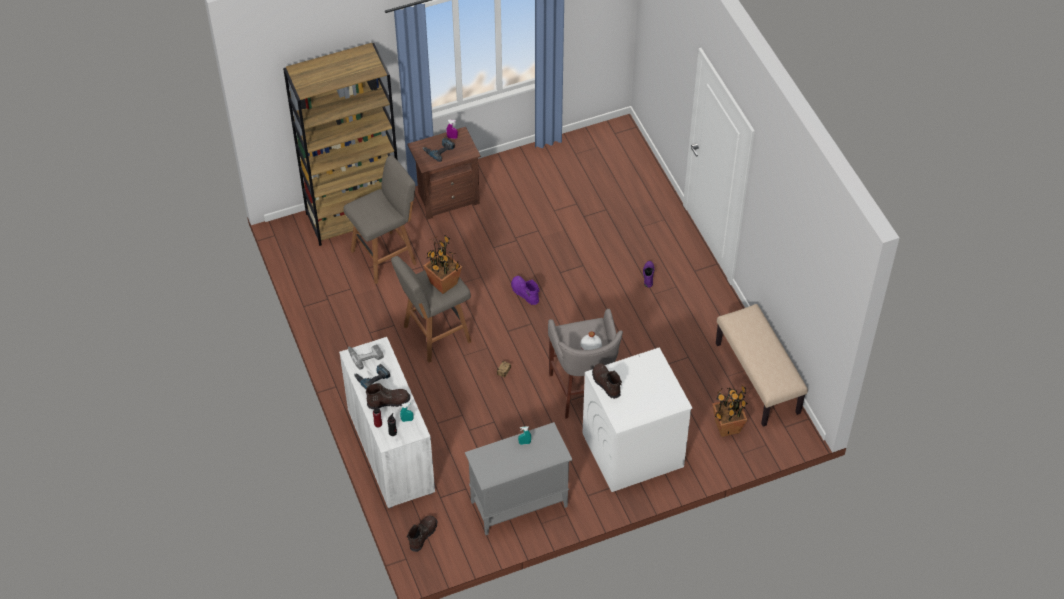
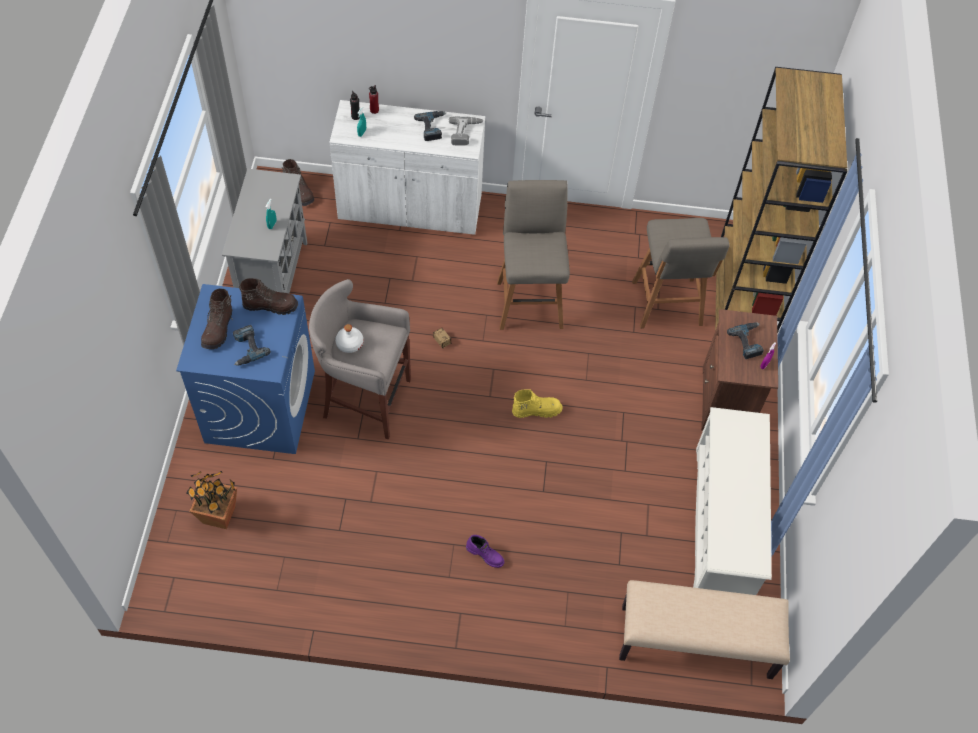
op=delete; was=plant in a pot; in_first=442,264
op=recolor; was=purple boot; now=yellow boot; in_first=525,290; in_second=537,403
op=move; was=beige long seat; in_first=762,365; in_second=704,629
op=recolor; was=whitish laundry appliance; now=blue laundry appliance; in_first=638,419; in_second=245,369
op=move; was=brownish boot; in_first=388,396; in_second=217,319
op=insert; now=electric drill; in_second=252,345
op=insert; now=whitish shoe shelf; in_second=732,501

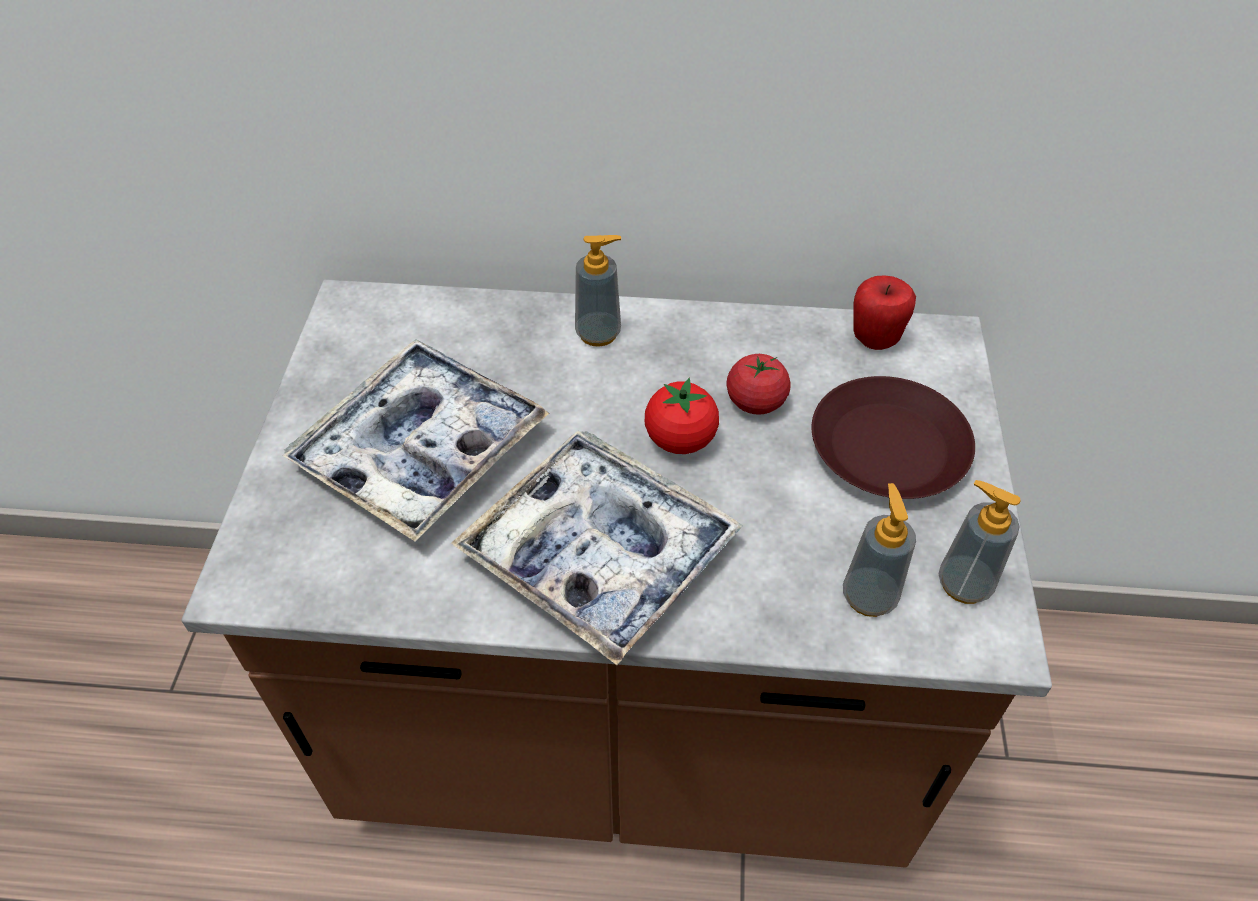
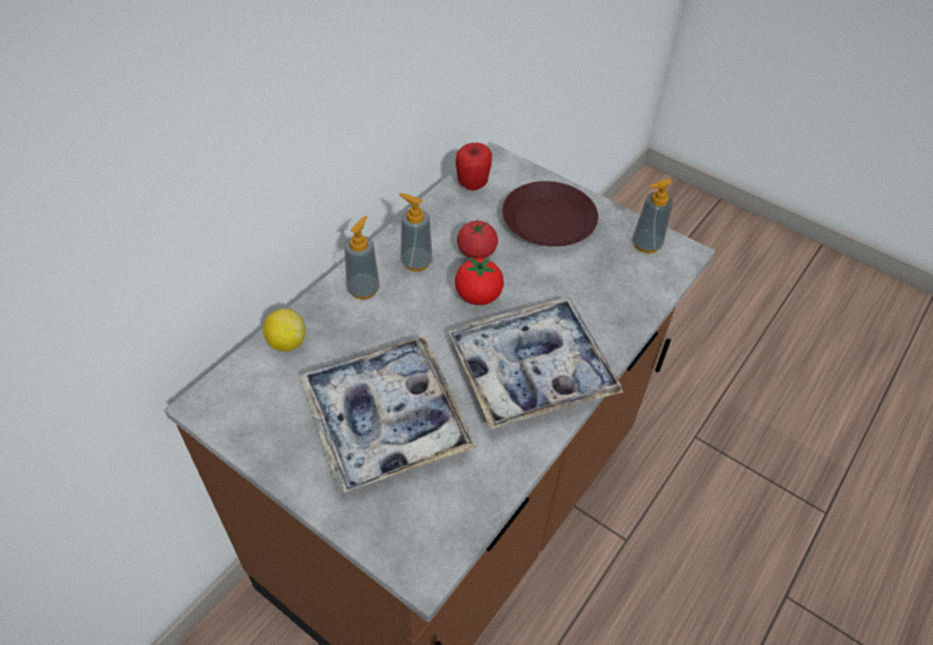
op=move; was=soap dispenser; in_first=879,550; in_second=416,232
op=insert; now=citrus fruit; in_second=284,330

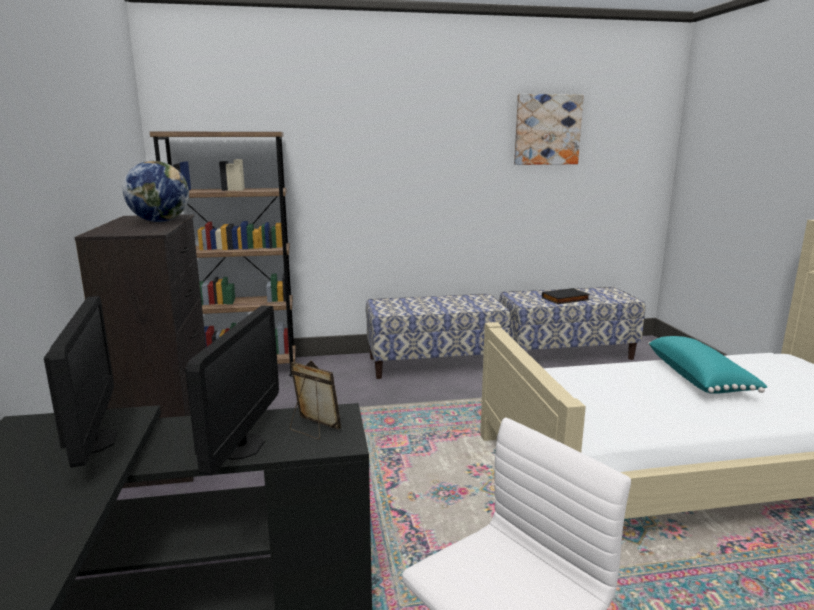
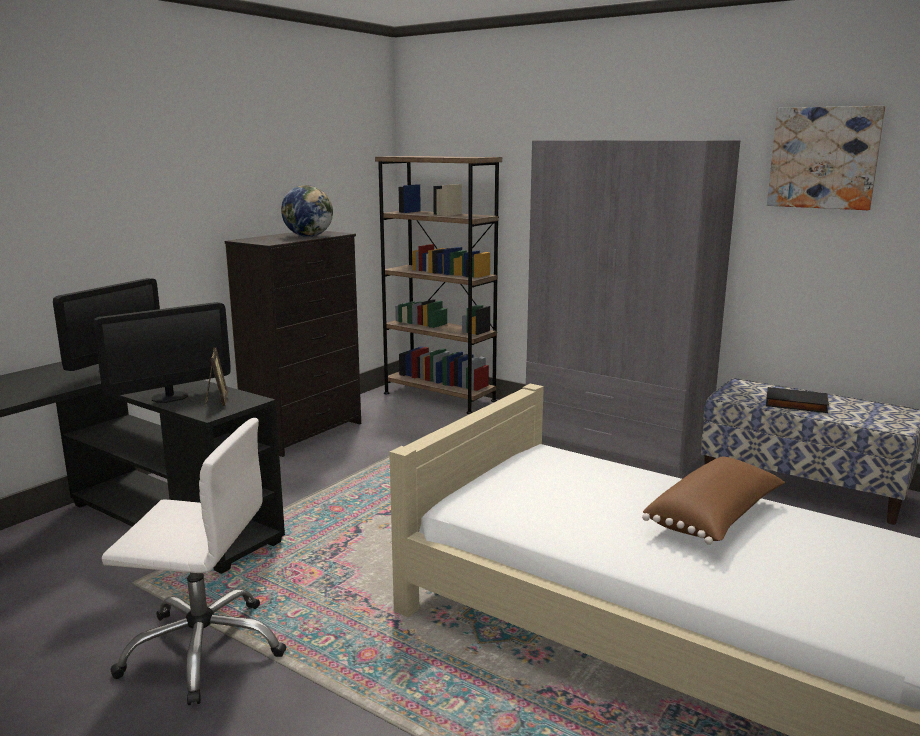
op=replace; was=long seat; now=gray wardrobe; in_first=438,336; in_second=633,309
op=recolor; was=blue-green throw pillow; now=brownish throw pillow; in_first=708,365; in_second=713,501

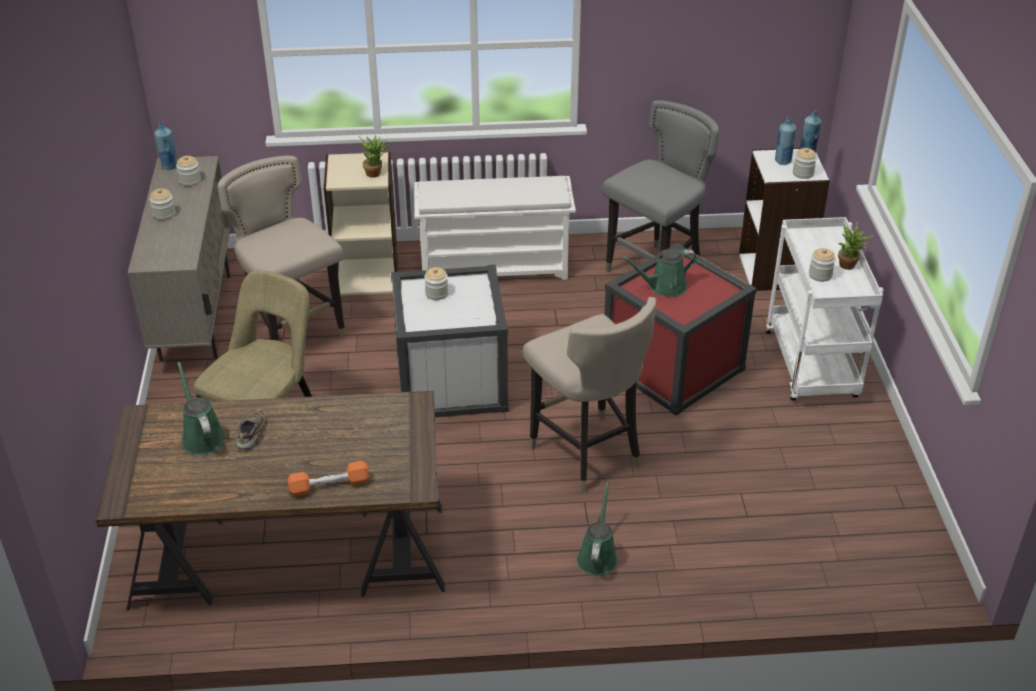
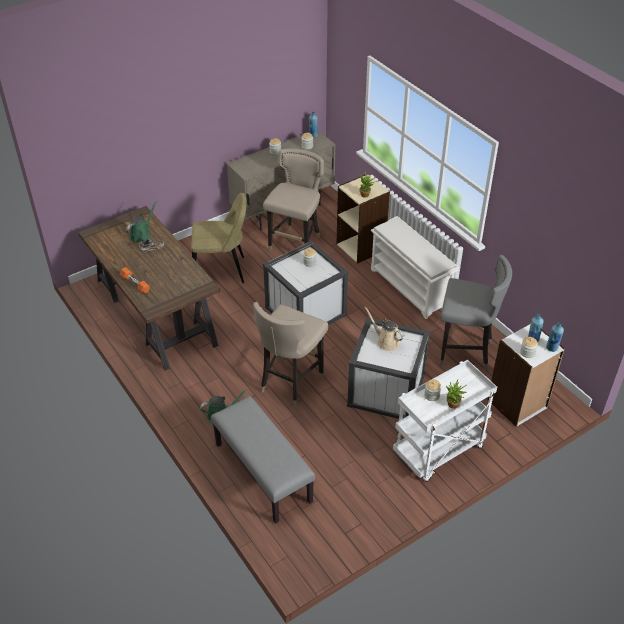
op=recolor; was=reddish storage bin; now=whitish storage bin; in_first=680,329; in_second=388,368
op=recolor; was=green watering pot; now=beige watering pot; in_first=659,273; in_second=384,329
op=insert; now=gray long seat; in_second=263,460

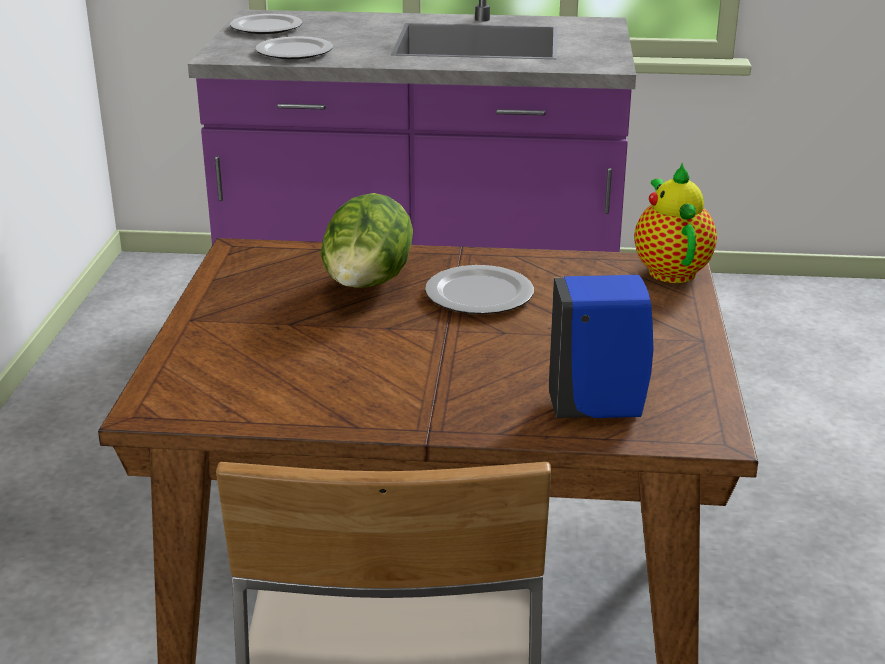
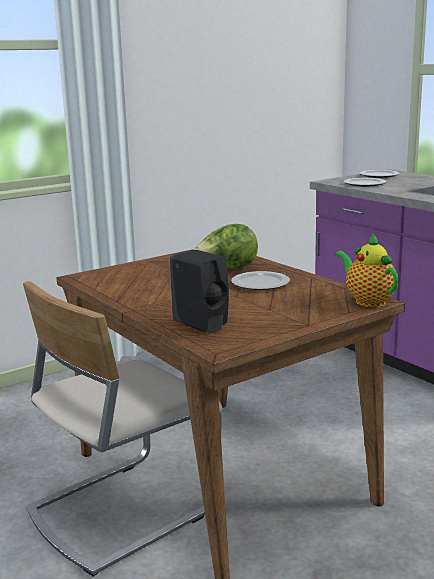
op=rotate; was=tea pot; in_first=675,223; in_second=367,270; clockwise=-75
op=recolor; was=blue soap dispenser; now=black-coloured soap dispenser; in_first=601,346; in_second=199,291

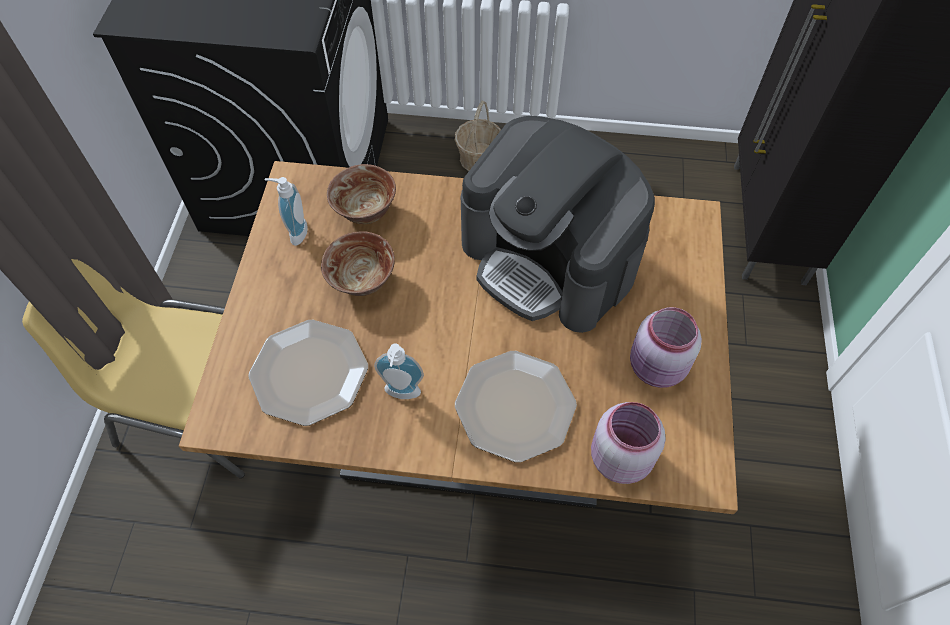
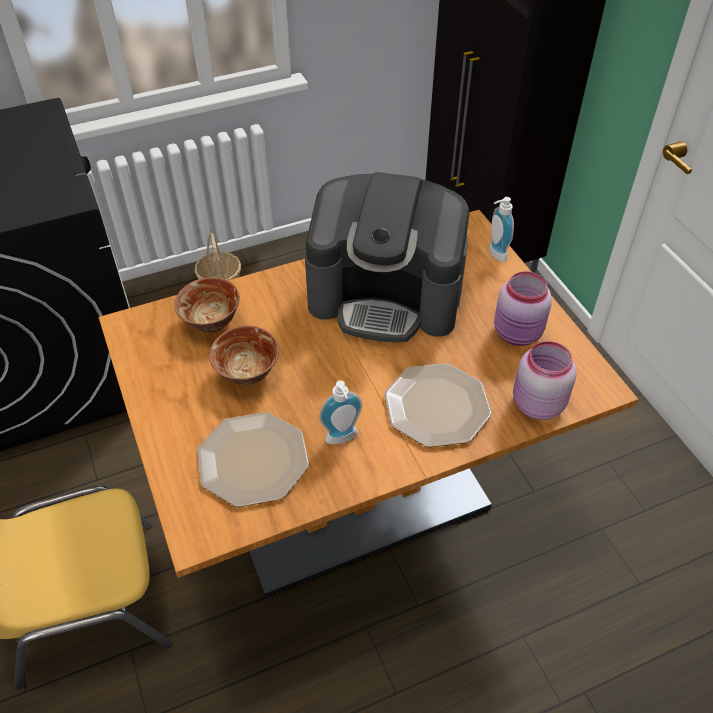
op=move; was=soap dispenser; in_first=286,211; in_second=501,229

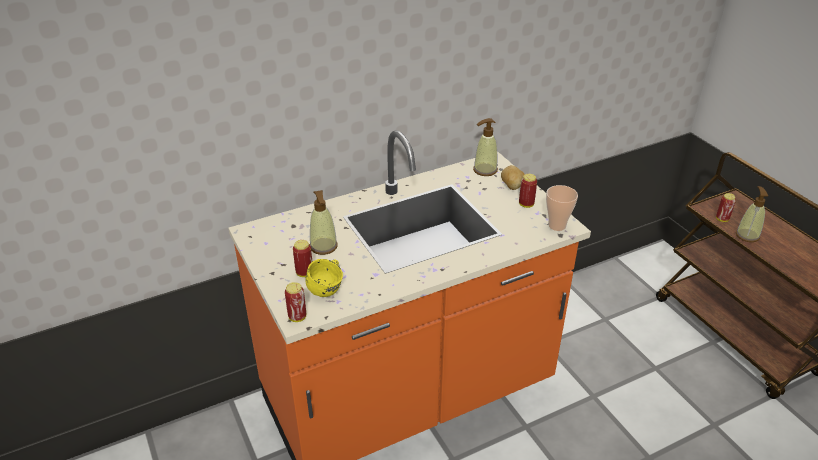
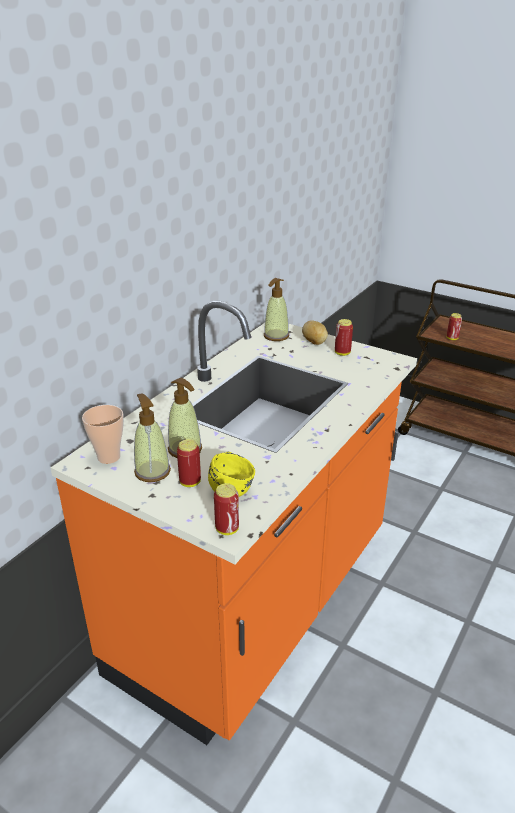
op=move; was=small cup; in_first=562,208; in_second=103,434
op=move; was=soap dispenser; in_first=752,214; in_second=152,438

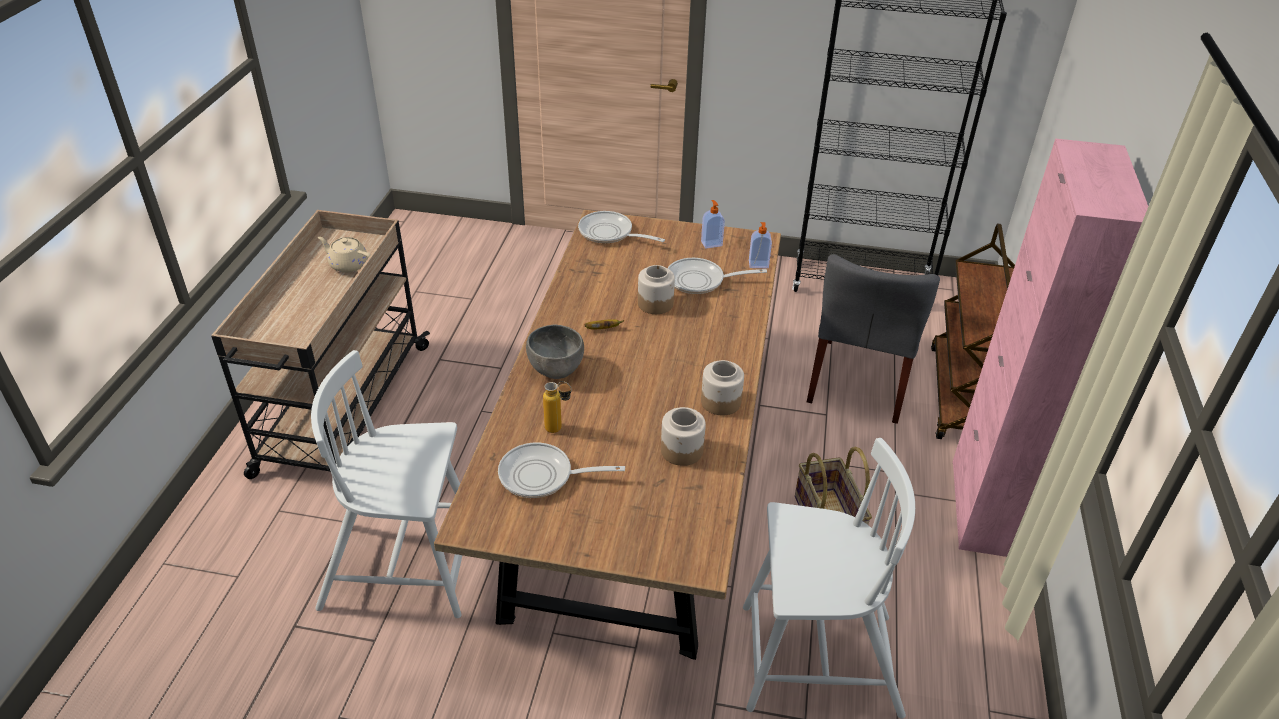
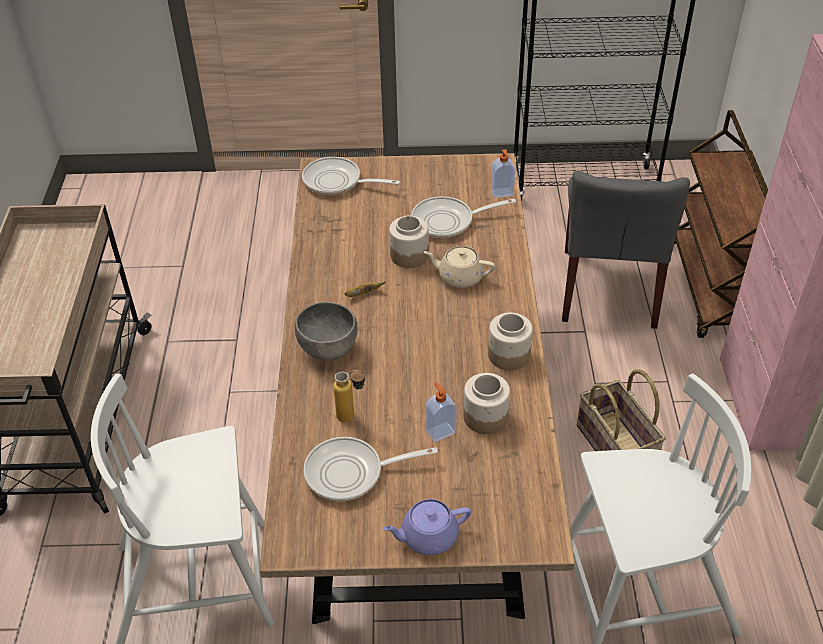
op=move; was=soap dispenser; in_first=713,224; in_second=441,412
op=move; was=beige tea pot; in_first=344,255; in_second=459,267
op=insert; now=purple tea pot; in_second=426,527

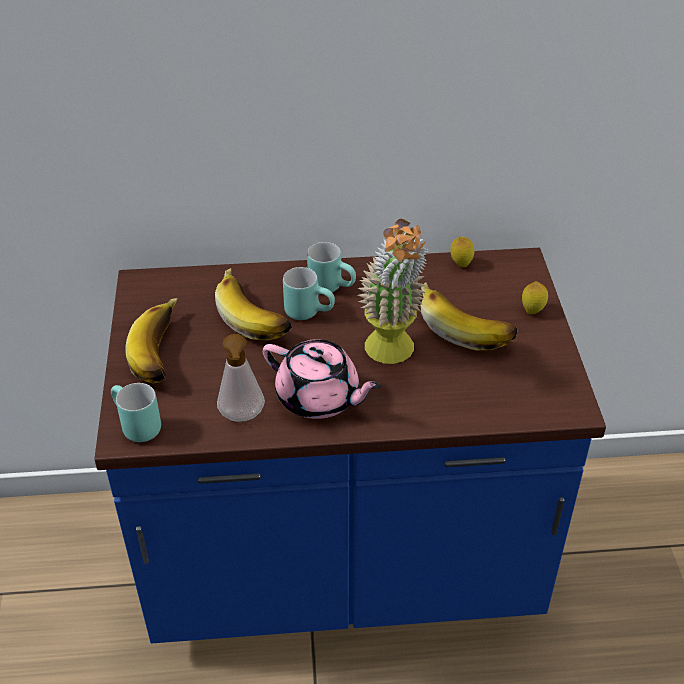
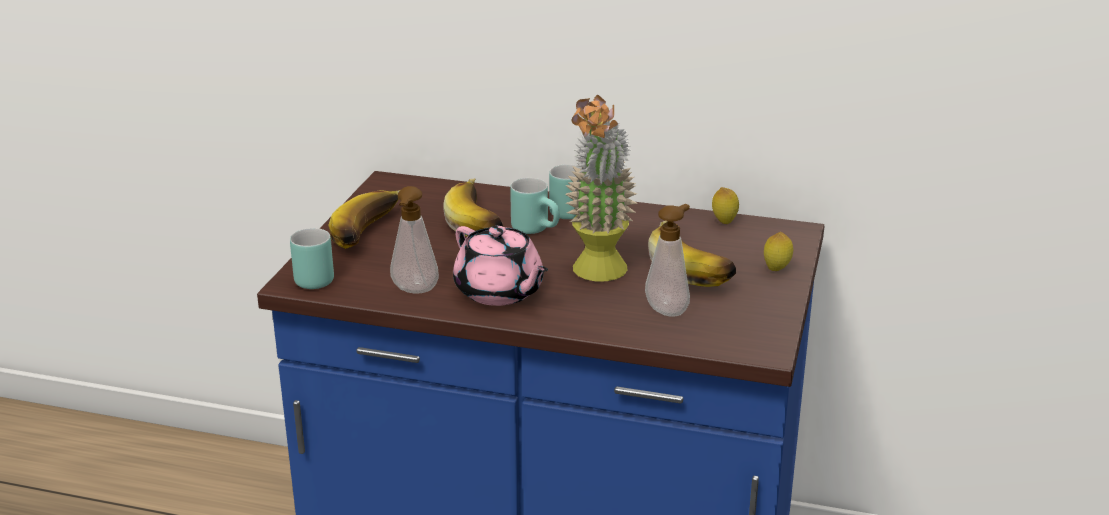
op=insert; now=soap dispenser; in_second=667,260

